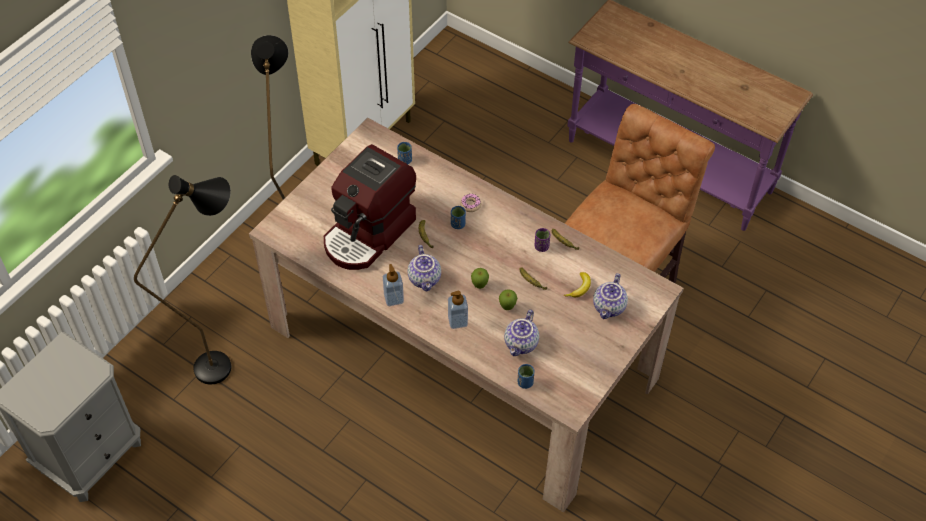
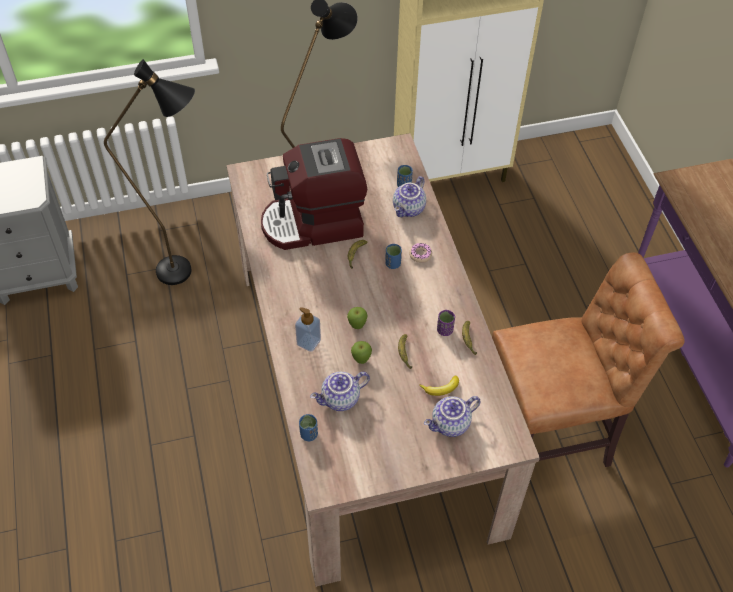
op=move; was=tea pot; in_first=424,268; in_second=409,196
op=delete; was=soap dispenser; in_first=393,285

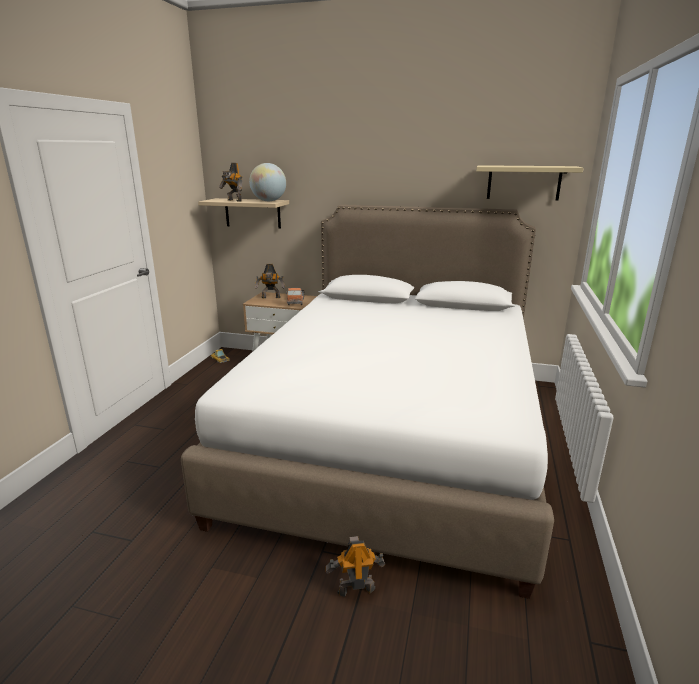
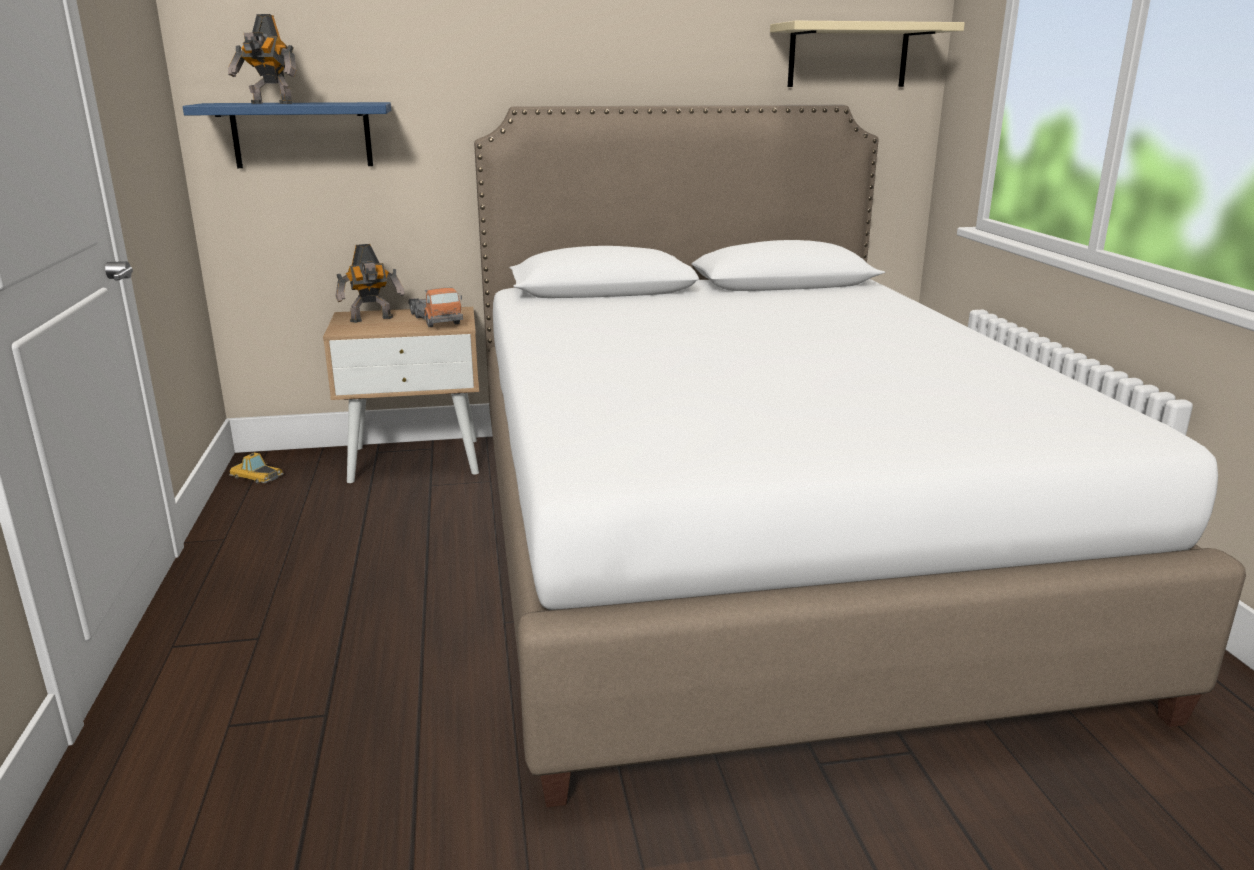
op=delete; was=desk globe; in_first=267,182
op=recolor; was=beige bracket shelf; now=blue bracket shelf; in_first=243,213; in_second=287,135
op=delete; was=robot figure; in_first=355,566

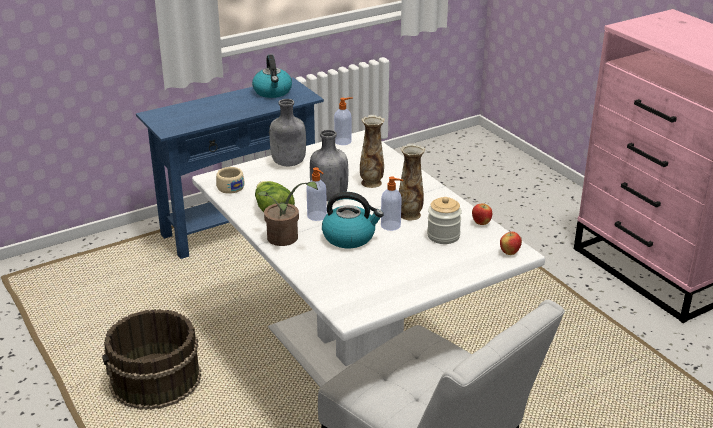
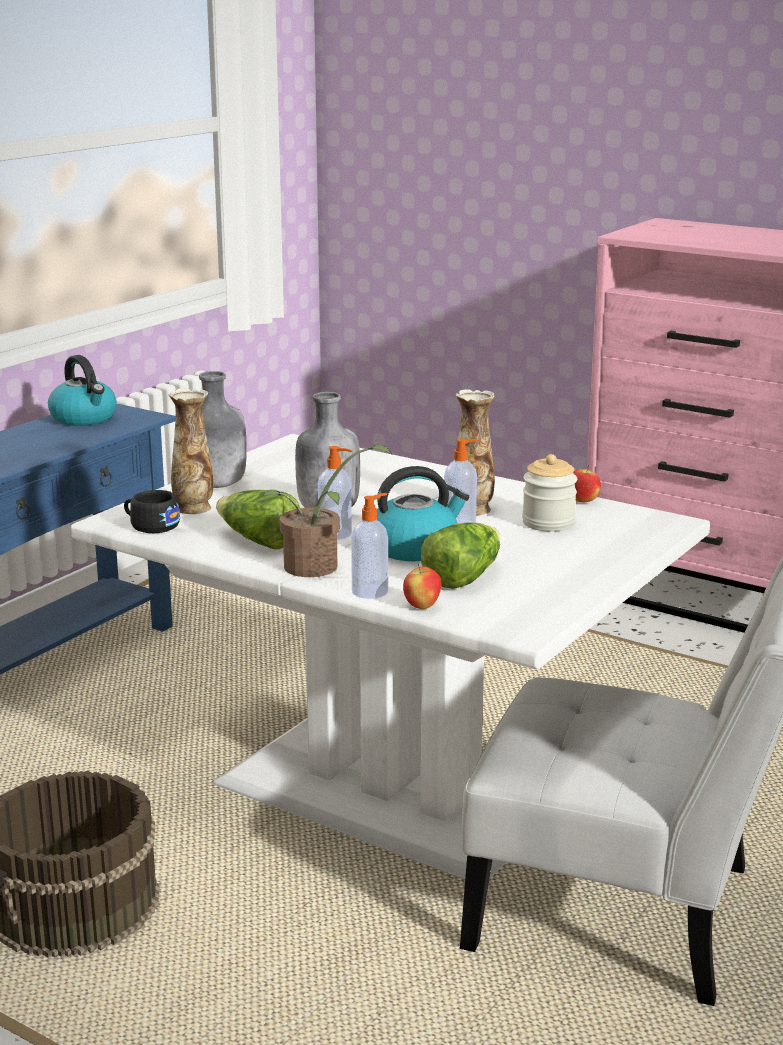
op=move; was=soap dispenser; in_first=343,121; in_second=369,546
op=move; was=decorative vase; in_first=372,151; in_second=190,451
op=recolor; was=beige small cup; now=black-coloured small cup; in_first=230,180; in_second=152,511
op=move; was=apple fruit; in_first=511,242; in_second=422,586
op=insert; now=lettuce; in_second=460,555

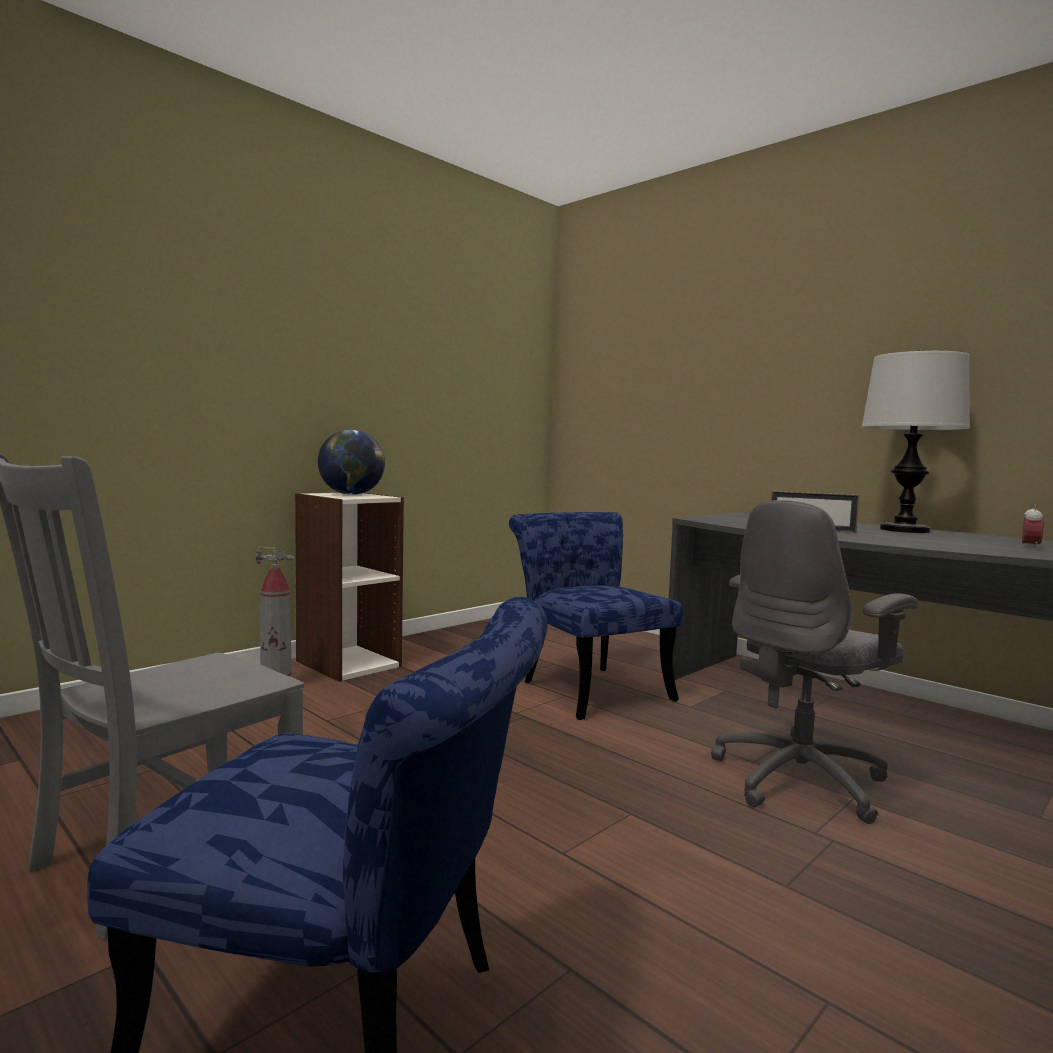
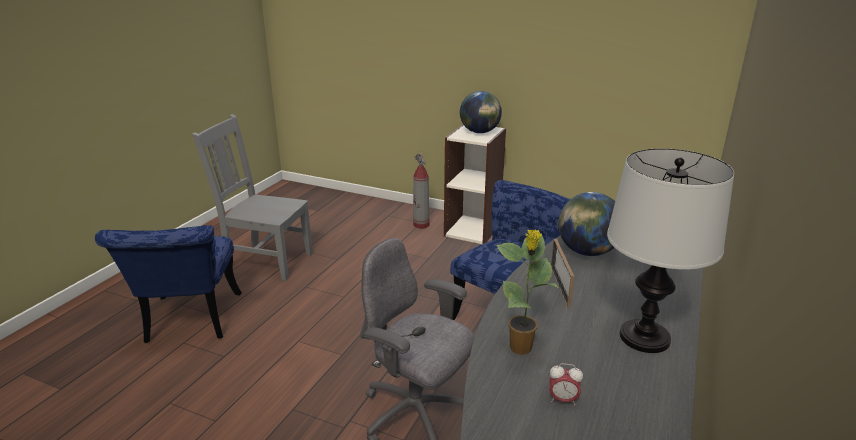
op=insert; now=desk globe; in_second=586,224
op=insert; now=plant in a pot; in_second=527,292

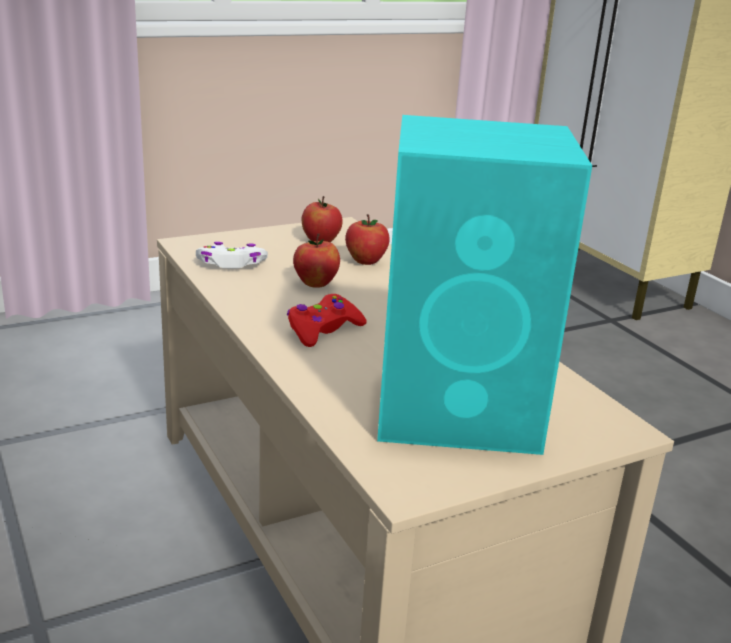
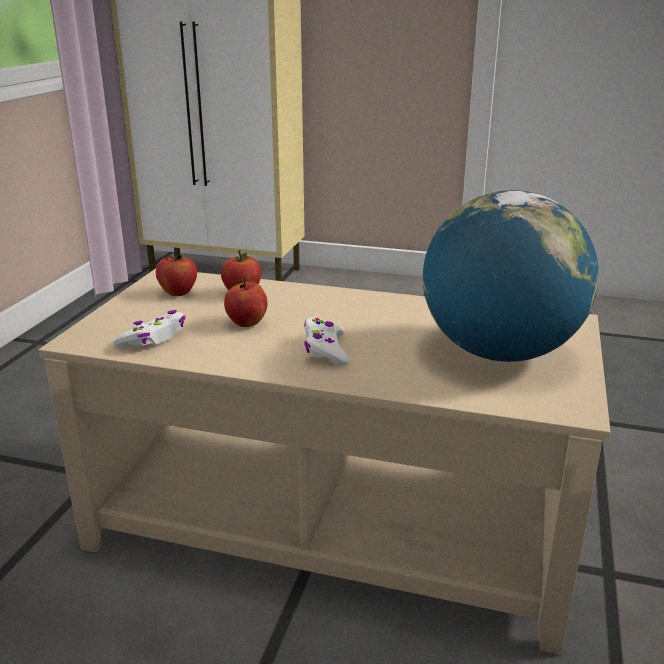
op=replace; was=blue-green audio speaker; now=desk globe; in_first=484,285; in_second=511,276
op=recolor; was=reddish joypad; now=whitish joypad; in_first=327,320; in_second=326,342

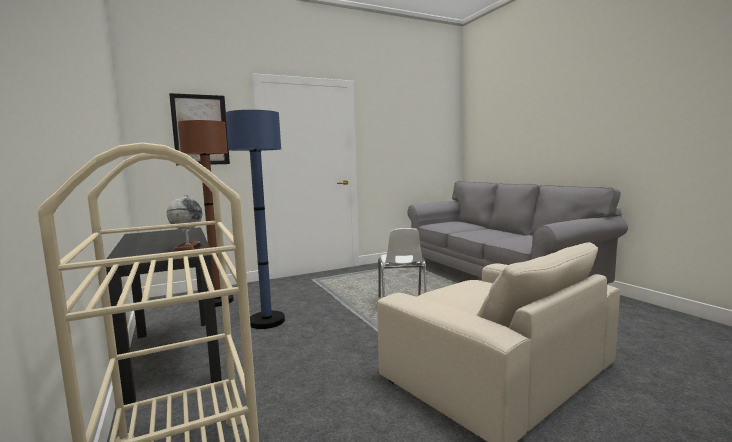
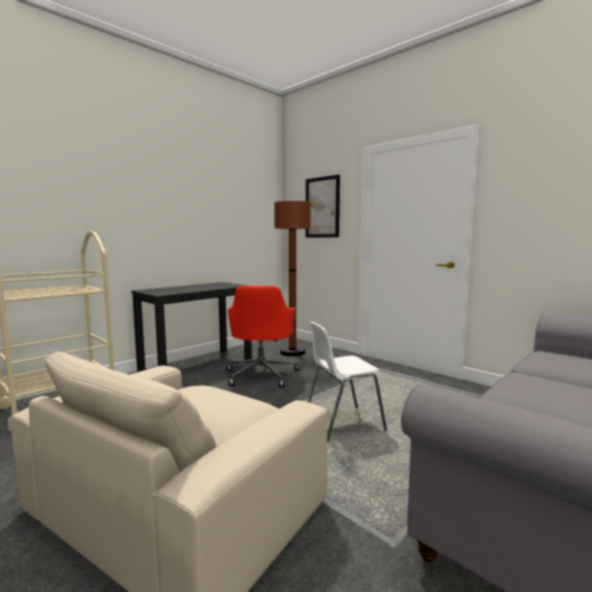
op=replace; was=blue standard lamp; now=reddish office chair; in_first=255,219; in_second=263,337
op=delete; was=desk globe; in_first=185,223

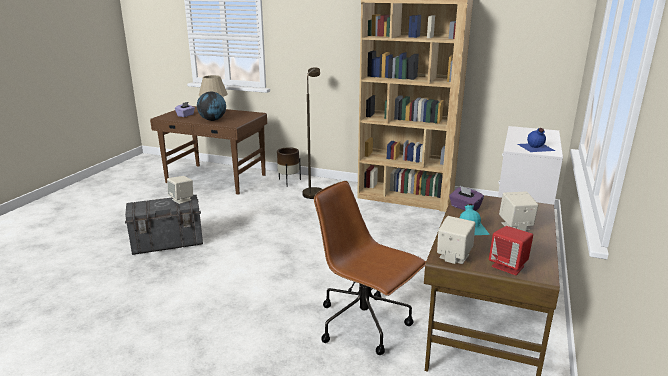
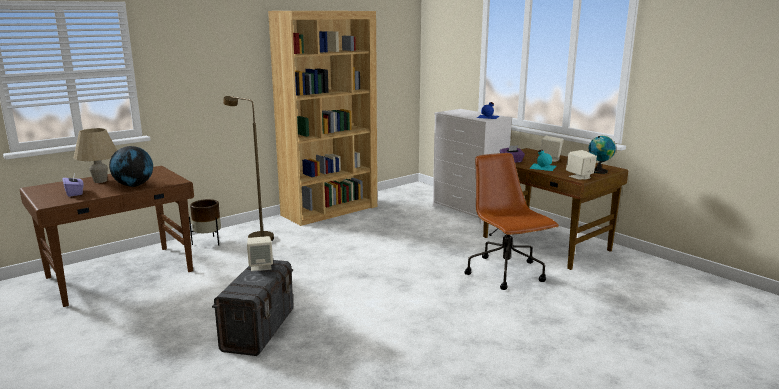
op=rotate; was=brownish office chair; in_first=370,268; in_second=511,221; clockwise=90
op=replace; was=reddish audio speaker; now=desk globe; in_first=511,250; in_second=602,155

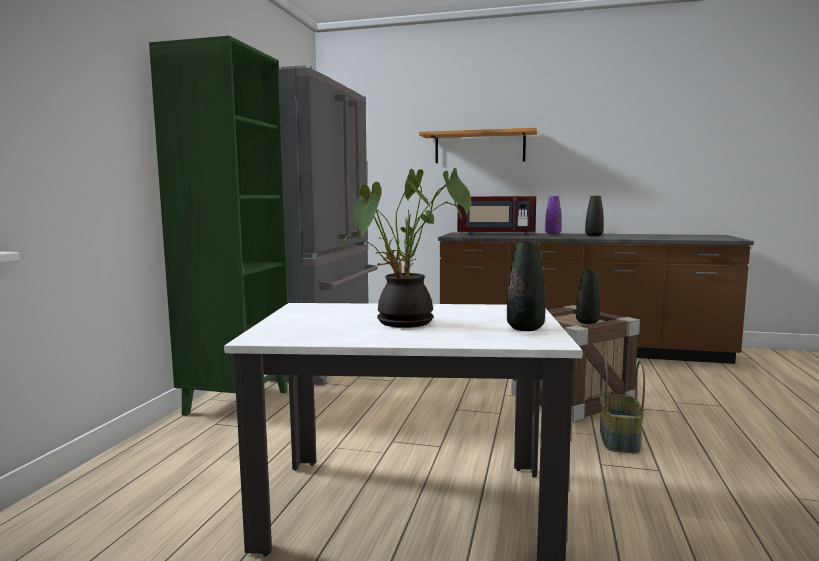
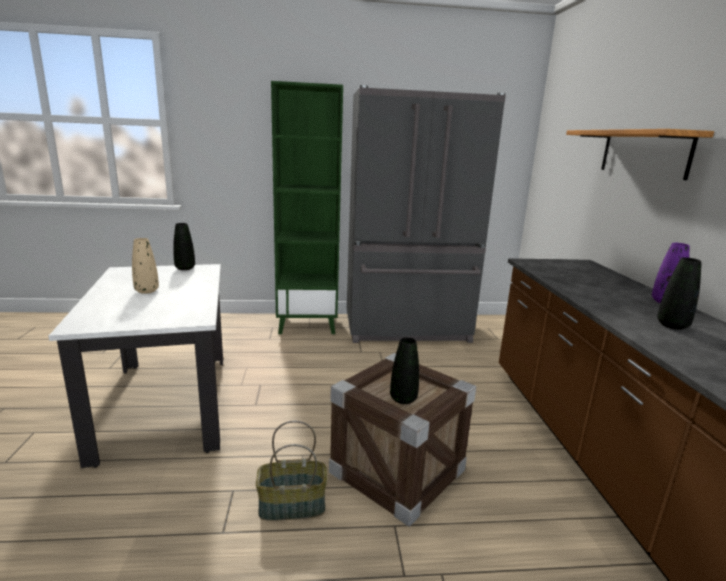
op=replace; was=plant in a pot; now=beige decorative vase; in_first=406,248; in_second=145,266
op=delete; was=reddish microwave oven; in_first=496,215
op=move; was=black-coloured decorative vase; in_first=526,286; in_second=184,246

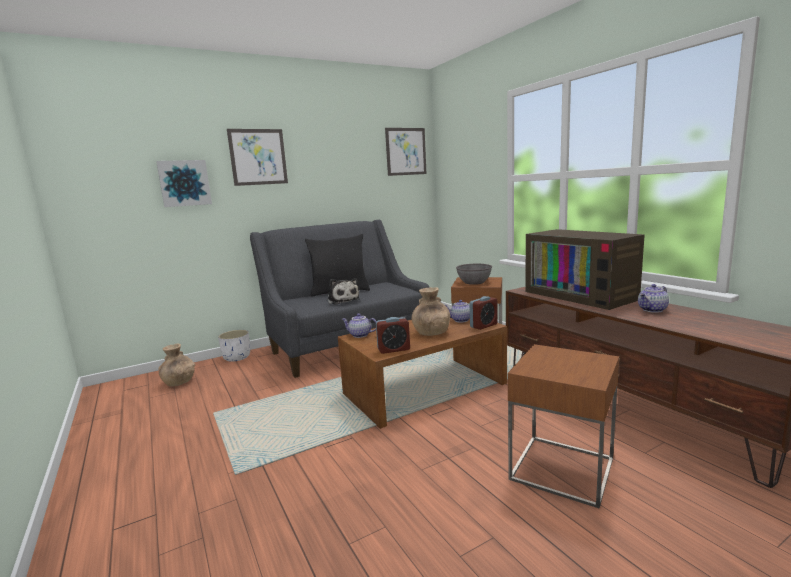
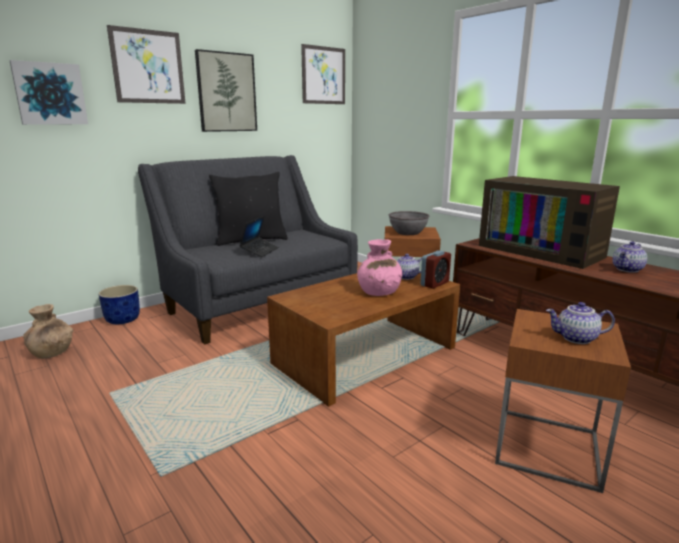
op=replace; was=plush toy; now=notebook computer; in_first=343,291; in_second=259,236
op=recolor; was=brownish decorative vase; now=pink-coloured decorative vase; in_first=430,311; in_second=379,267
op=move; was=tea pot; in_first=359,326; in_second=580,323
op=delete; was=bedside clock; in_first=393,335
op=recolor; was=whitish planter; now=blue planter; in_first=234,346; in_second=119,304
op=insert; now=wall art; in_second=226,90

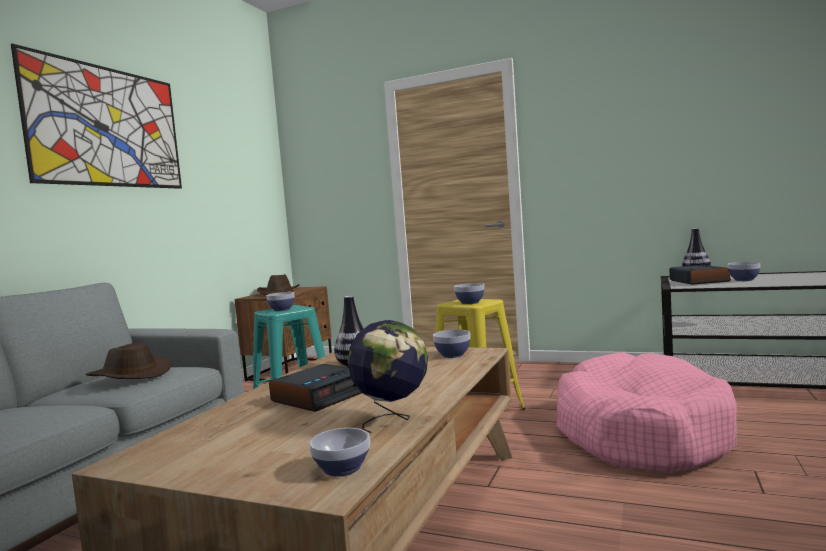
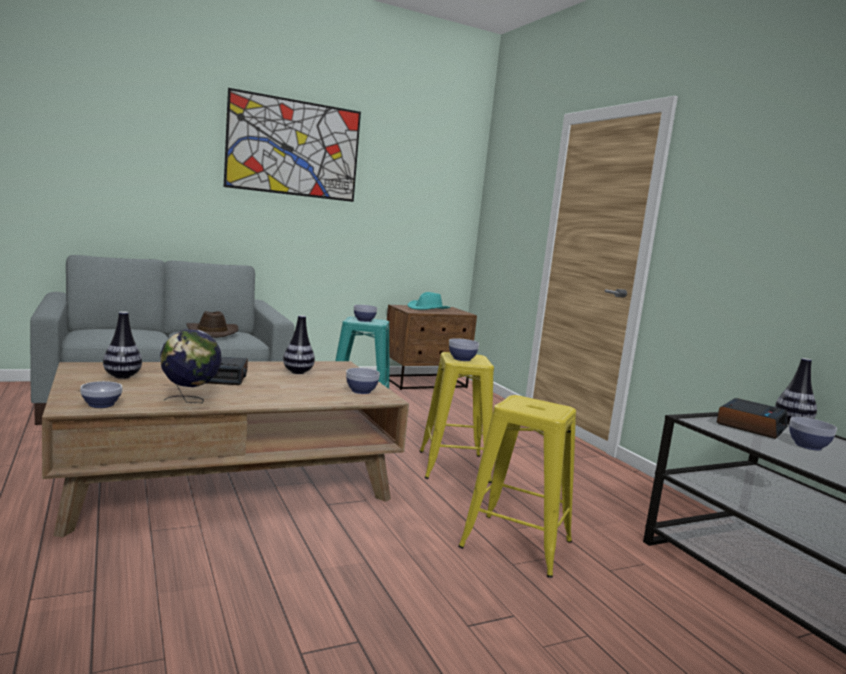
op=recolor; was=brownish hat; now=blue-green hat; in_first=278,284; in_second=429,301
op=replace; was=pink-coloured dog cushion; now=yellow stool seat; in_first=646,413; in_second=517,486
op=insert; now=decorative vase; in_second=122,345

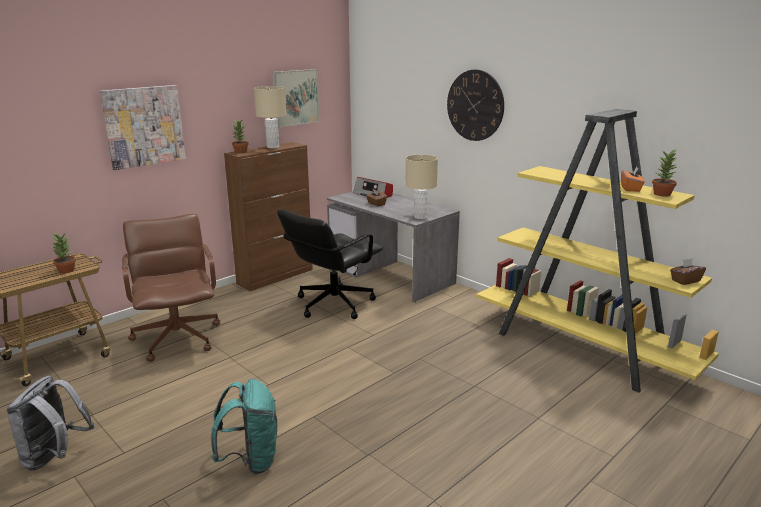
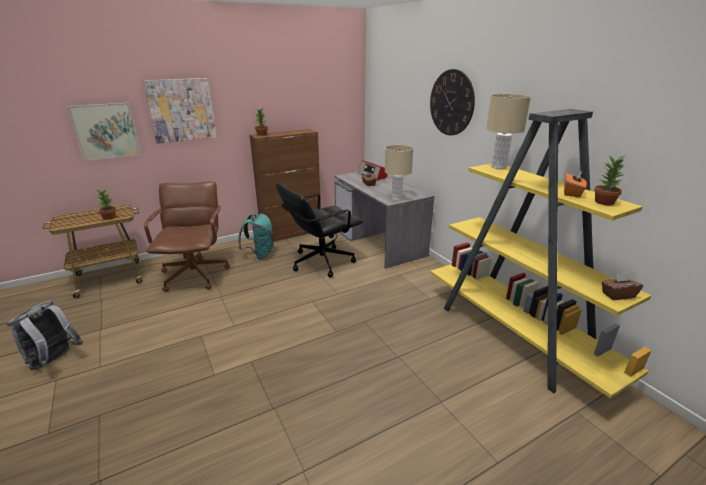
op=move; was=wall art; in_first=295,98; in_second=104,132
op=move; was=beige table lamp; in_first=270,117; in_second=508,131
op=move; was=blue-green rucksack; in_first=244,426; in_second=256,236

